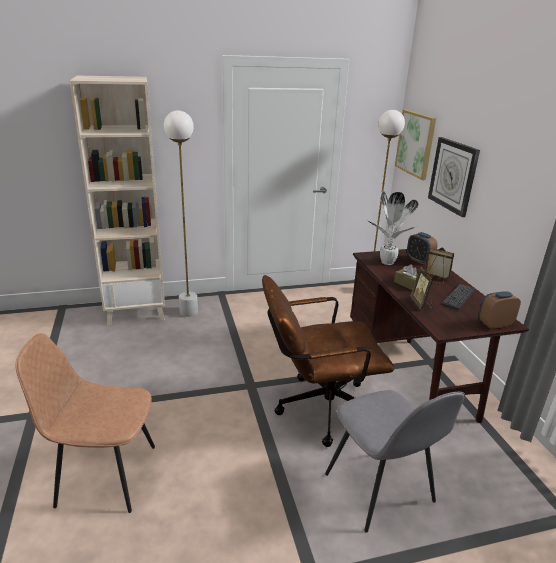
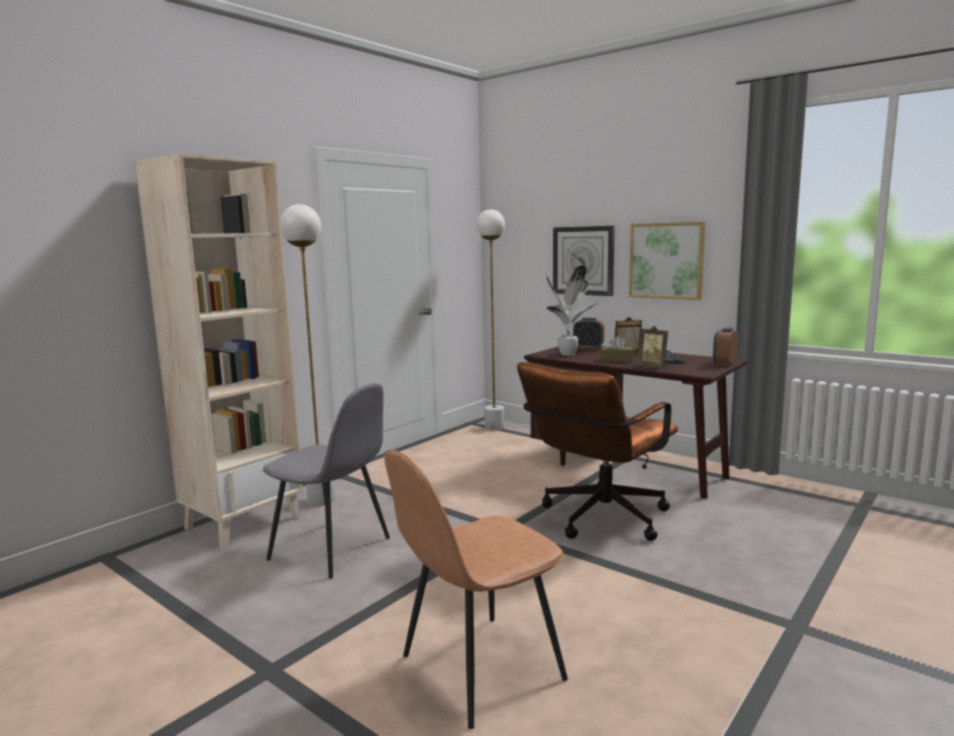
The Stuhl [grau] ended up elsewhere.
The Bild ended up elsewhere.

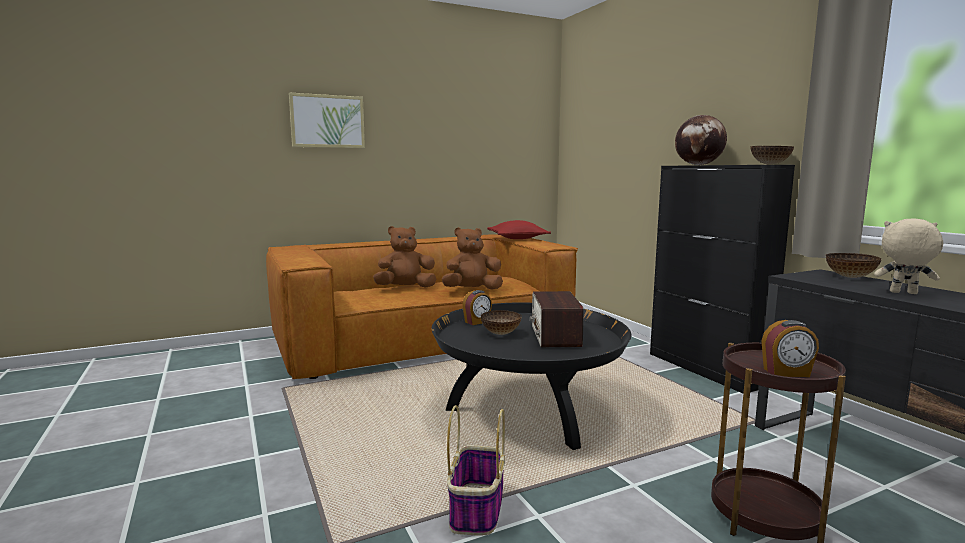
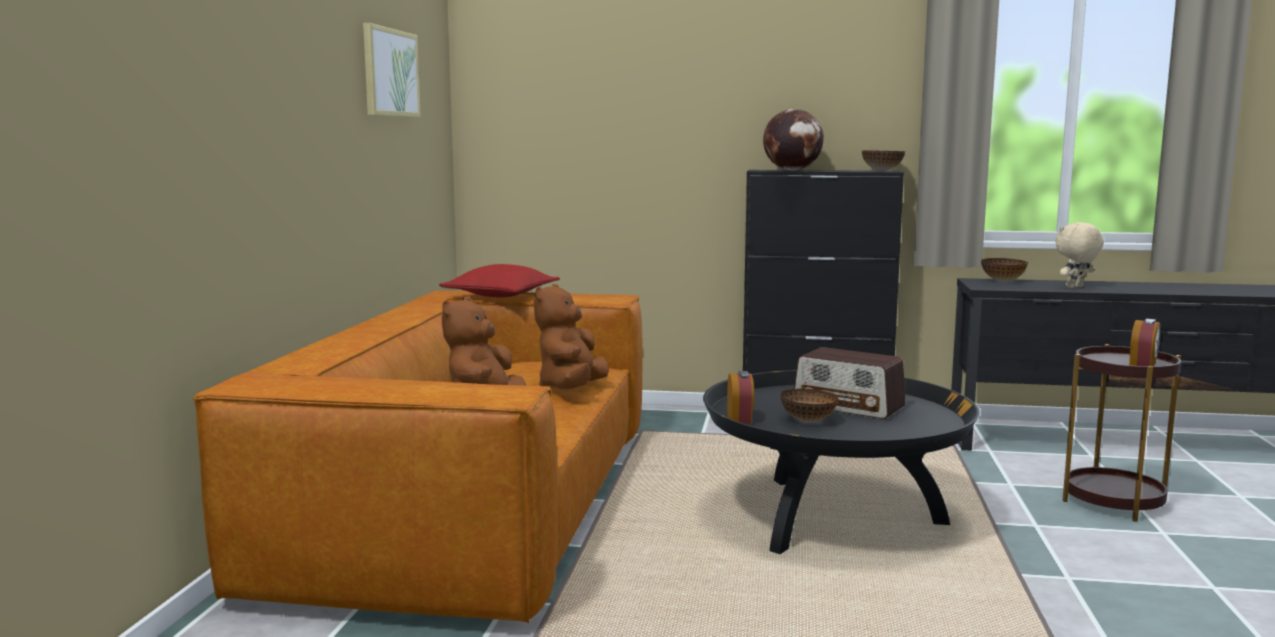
The Bild ended up elsewhere.
The second view lost the Korb.

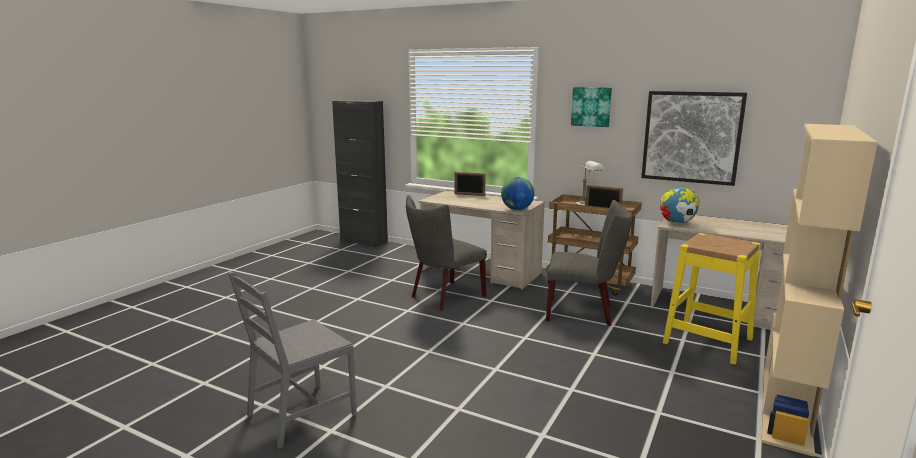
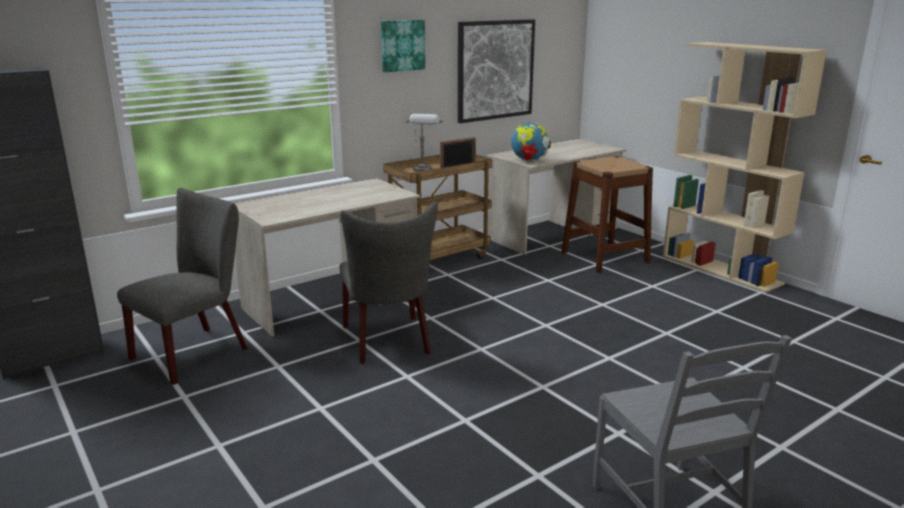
The second view lost the Bilderrahmen (no. 1 from left).
The second view lost the Globus (no. 1 from left).
The Stuhl [grau] (no. 3 from left in the first image) ended up elsewhere.
What was the Hocker [gelb] turned into the Hocker [braun].

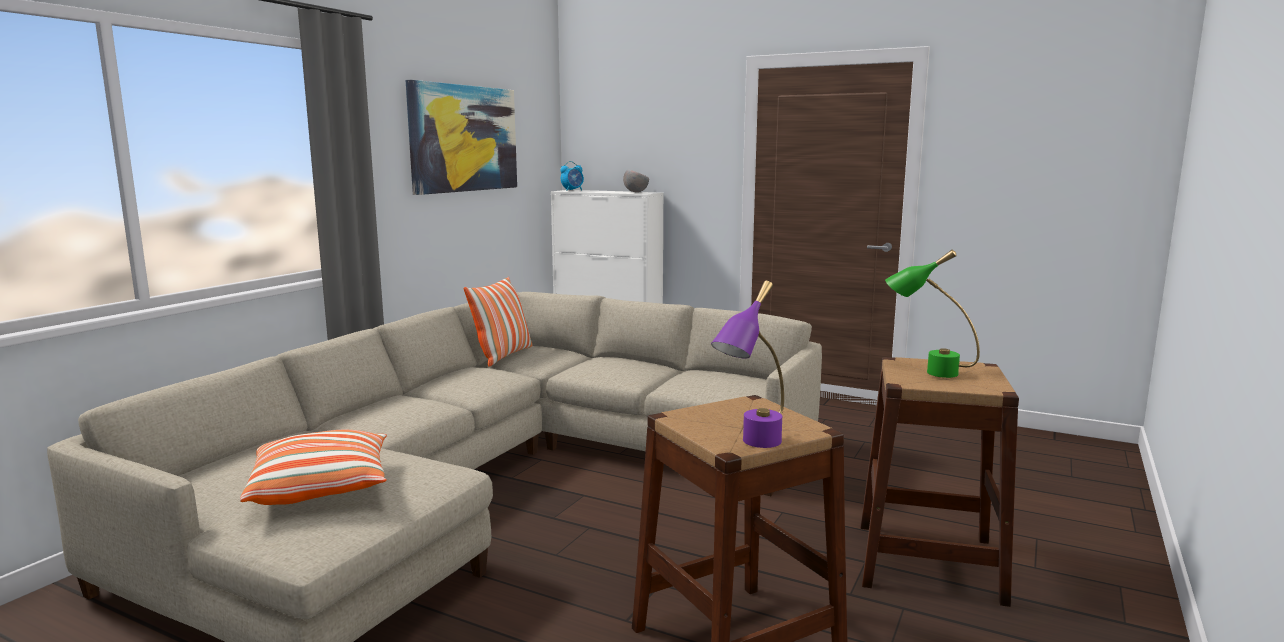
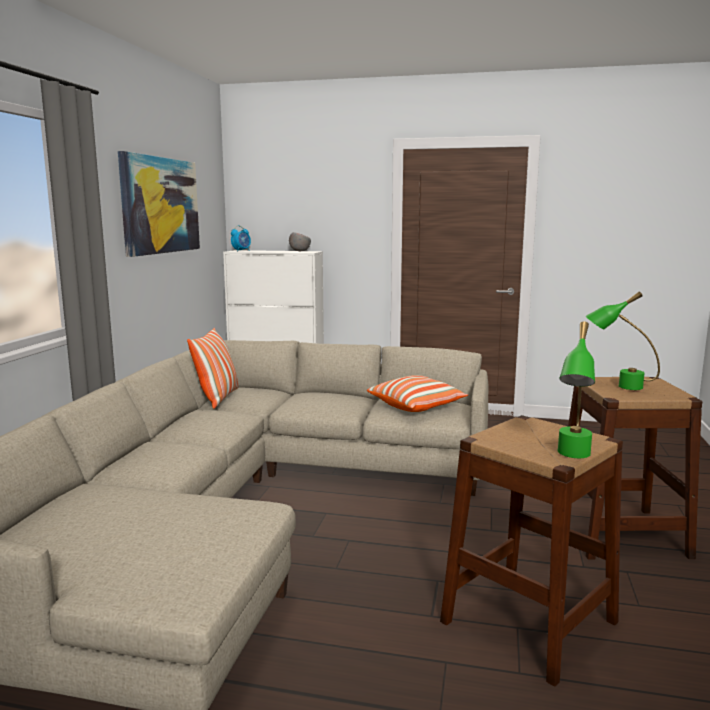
The Kissen (no. 1 from left in the first image) ended up elsewhere.
What was the Tischlampe [lila] turned into the Tischlampe [grün] (no. 1 from left).

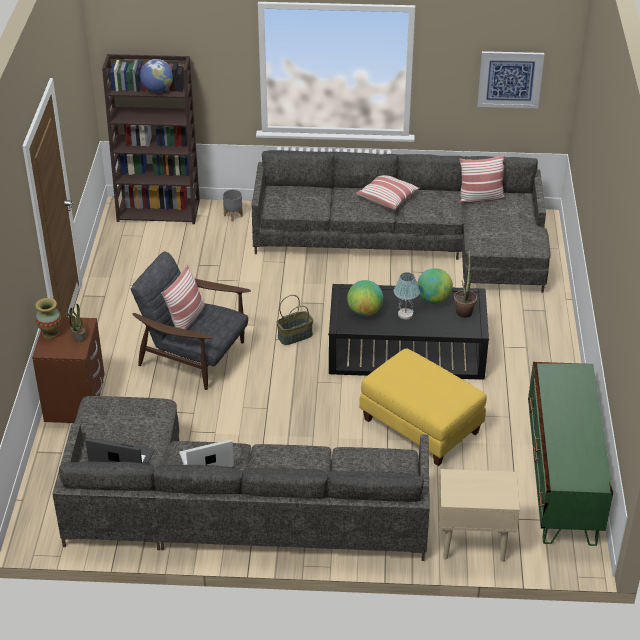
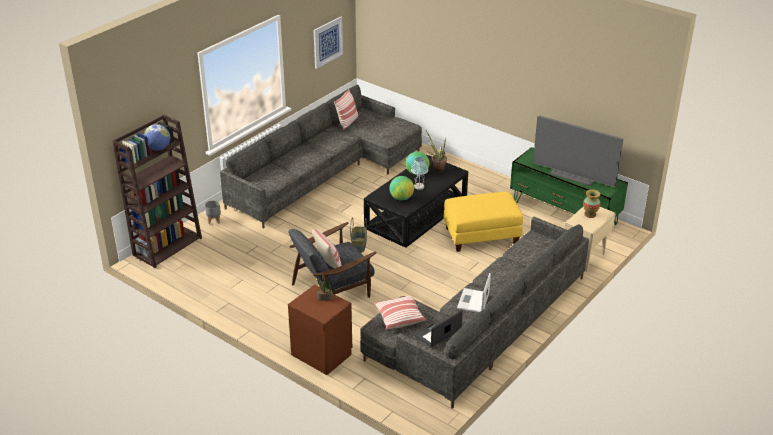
The Vase ended up elsewhere.
The Kissen (no. 2 from left in the first image) ended up elsewhere.
The second view gained the Fernseher.

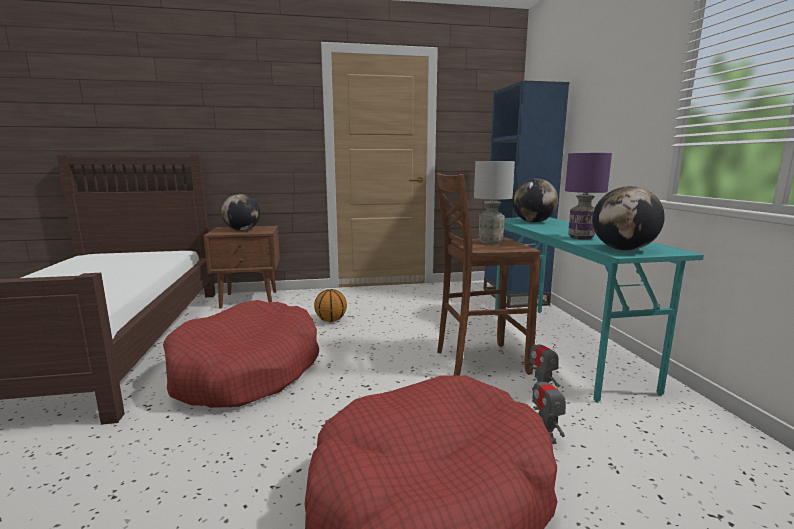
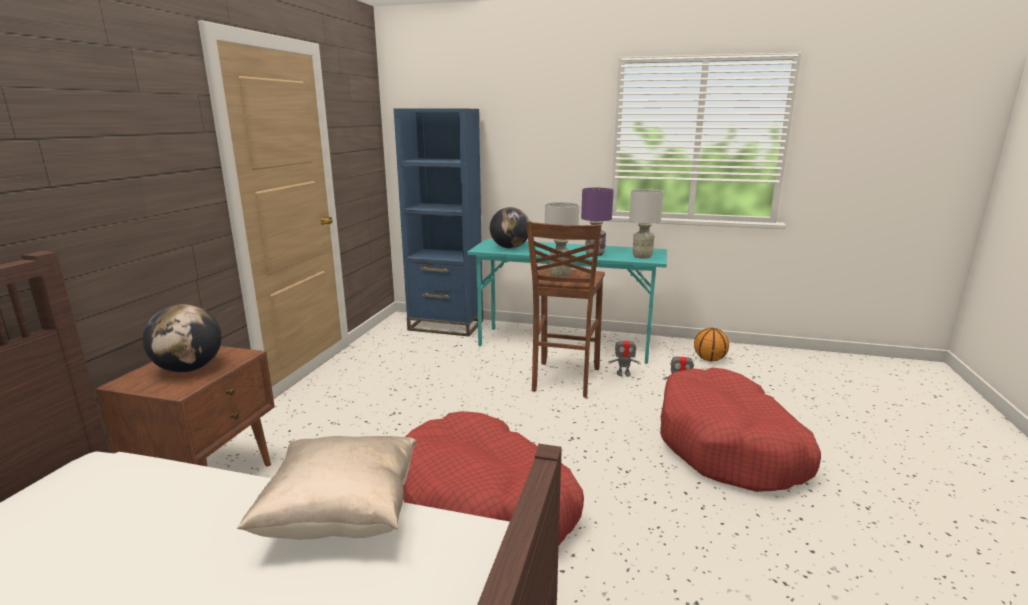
The Basketball ended up elsewhere.
Where the Globus (no. 3 from left) stood, the Tischlampe [grau] (no. 2 from left) came to stand.
The second view gained the Kissen [beige].

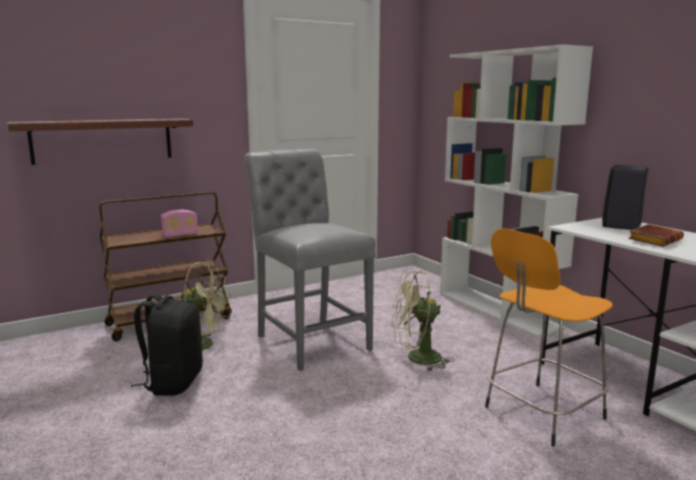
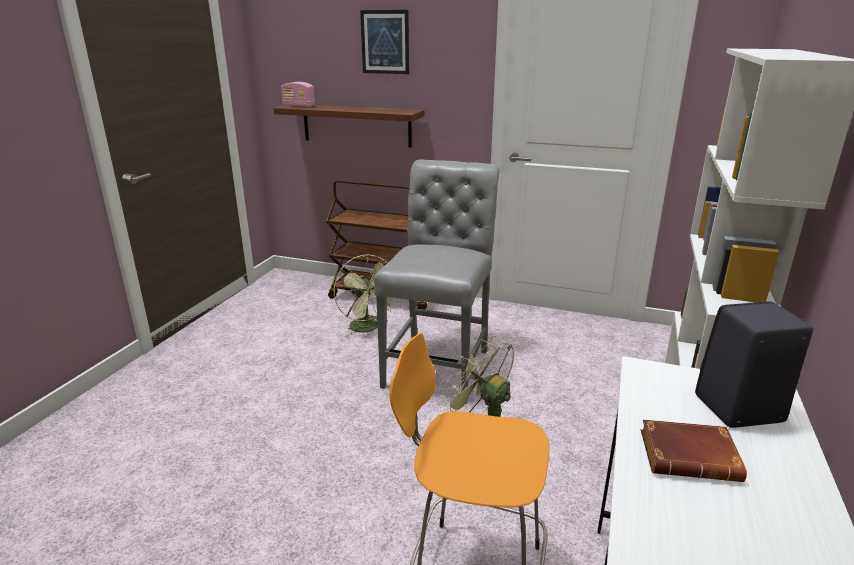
The second view lost the Rucksack [schwarz].
The Radio ended up elsewhere.
The second view gained the Bild.

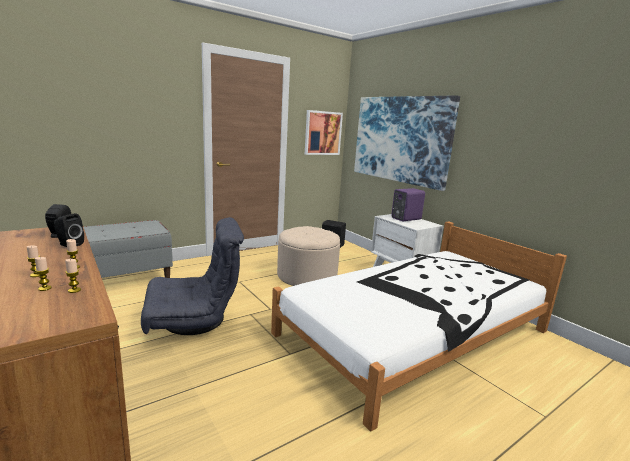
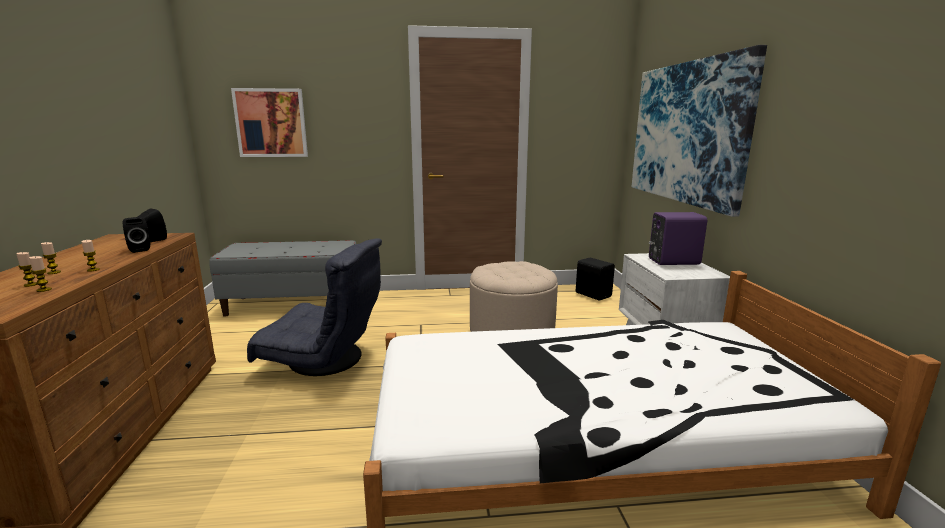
The Bild (no. 1 from left) ended up elsewhere.

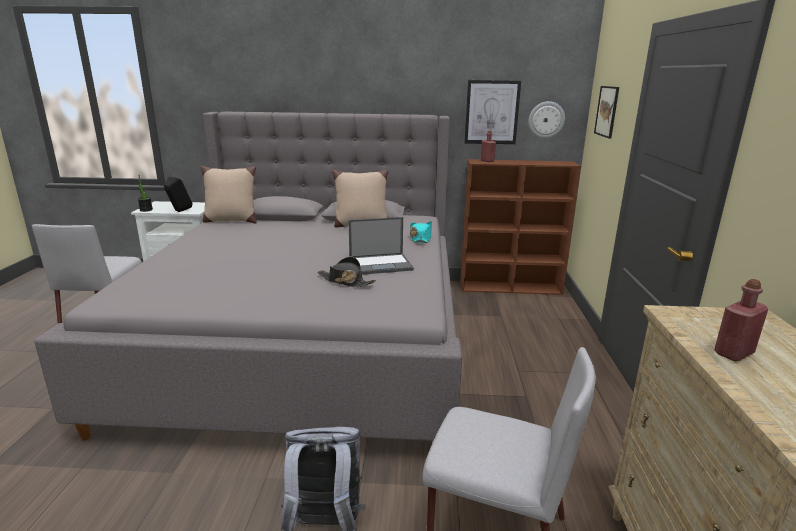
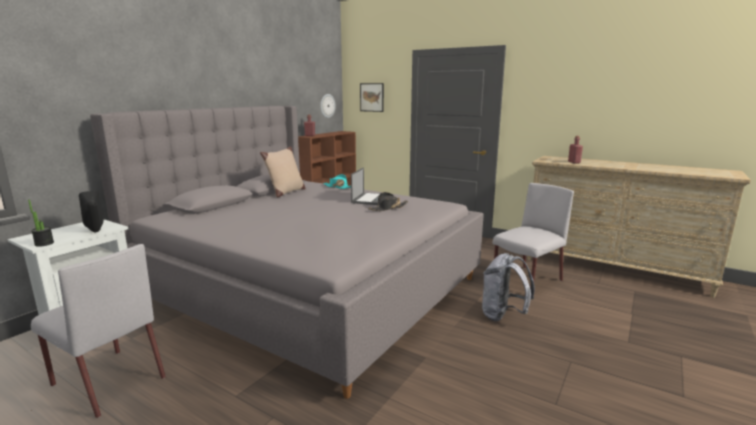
The second view lost the Kissen [beige] (no. 1 from left).
The second view lost the Bild (no. 1 from left).

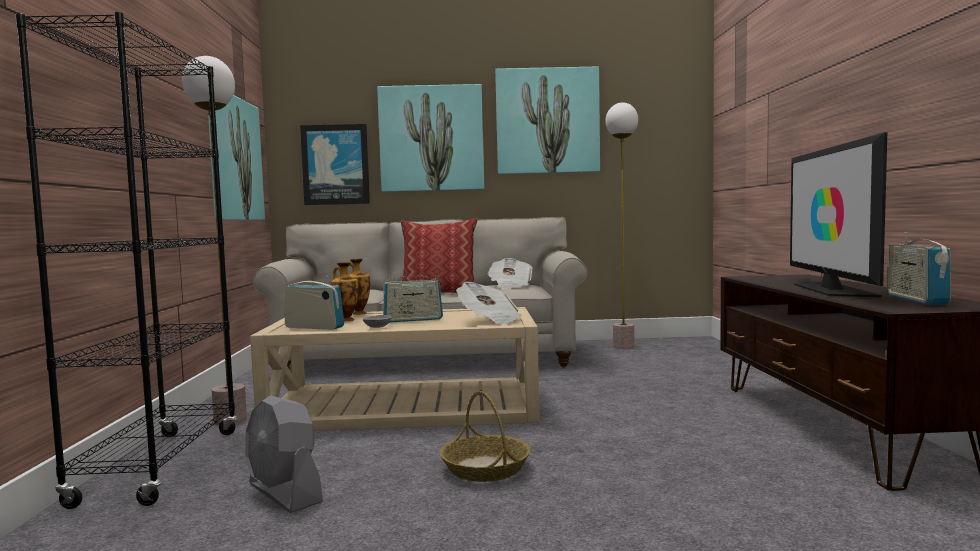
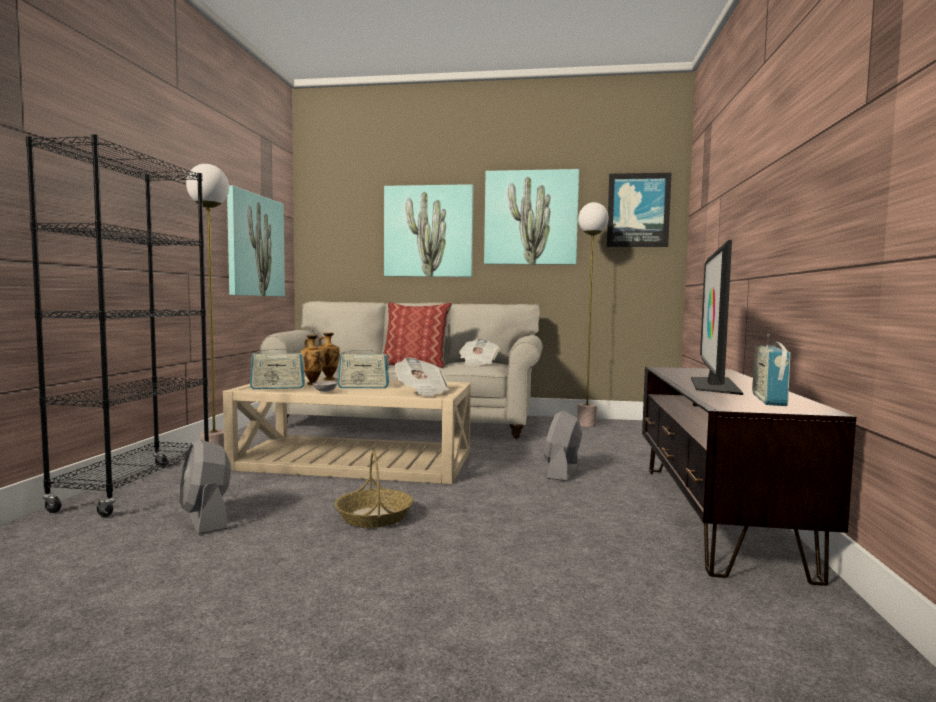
The Radio (no. 1 from left) ended up facing another way, 135 degrees clockwise from before.
The Bild (no. 2 from left in the first image) ended up elsewhere.
The second view gained the Ventilator [grau] (no. 2 from left).

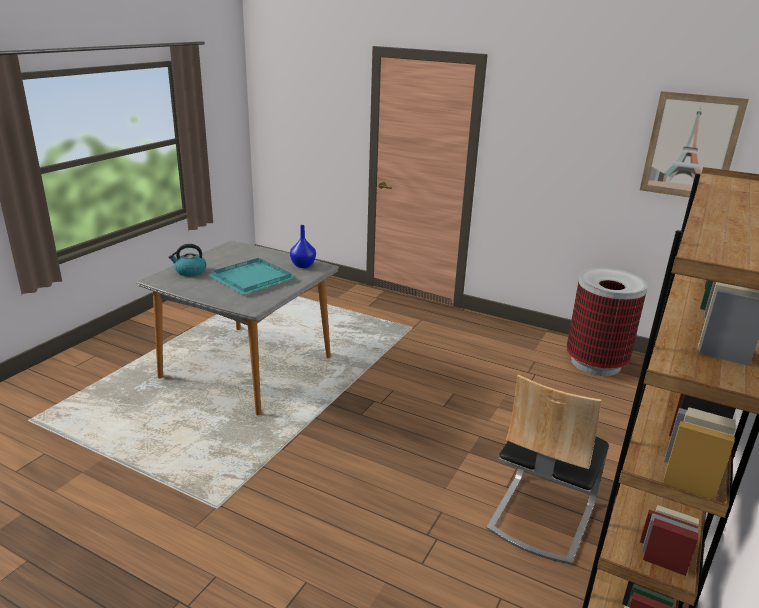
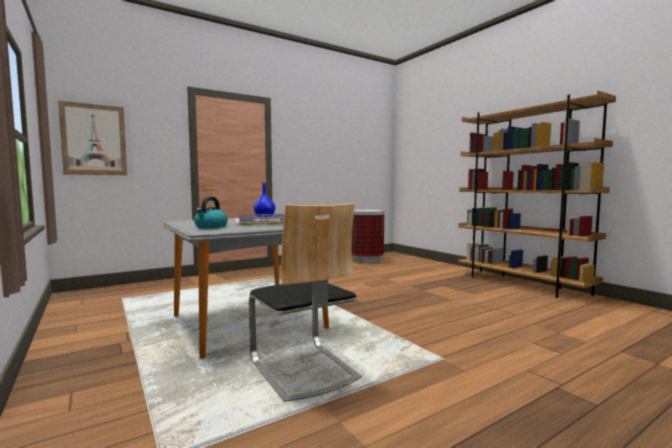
What was the Tablett [türkis] turned into the Tablett [lila].
The Stuhl ended up elsewhere.
The Bild ended up elsewhere.

